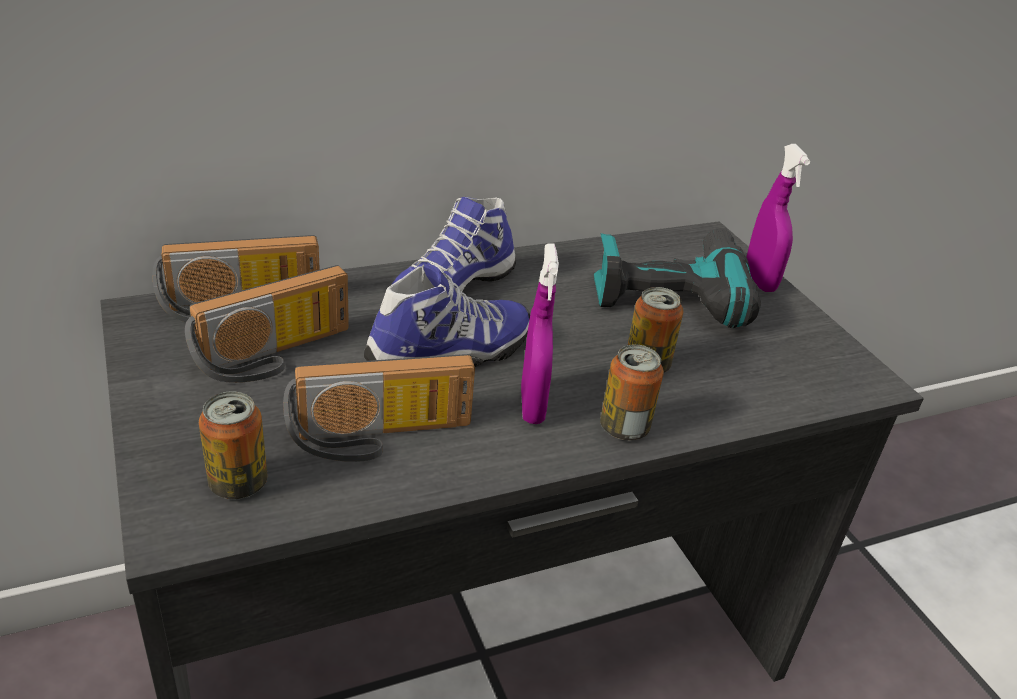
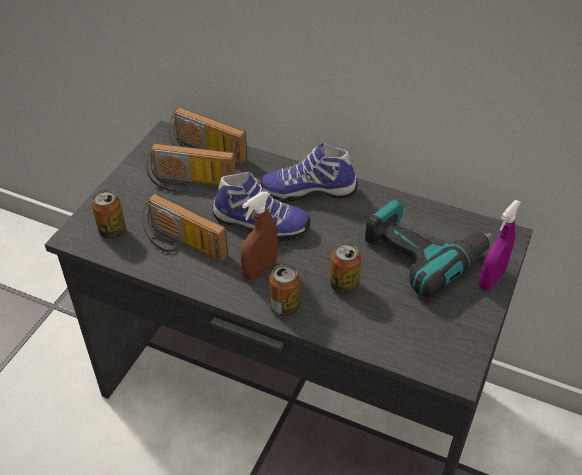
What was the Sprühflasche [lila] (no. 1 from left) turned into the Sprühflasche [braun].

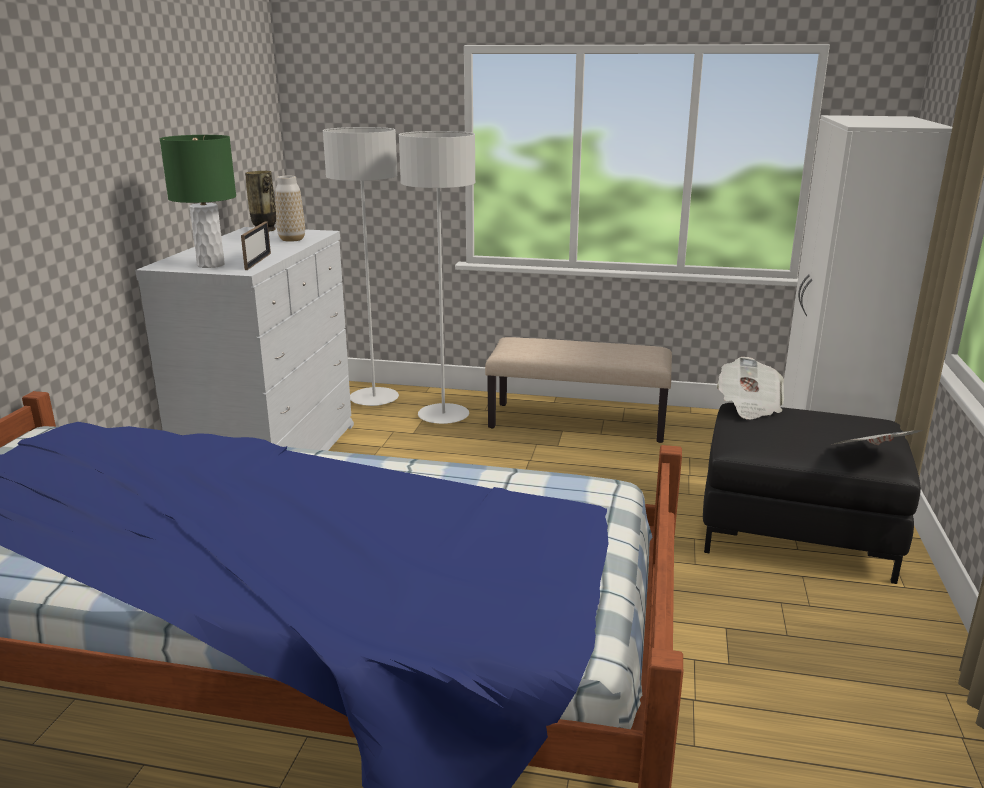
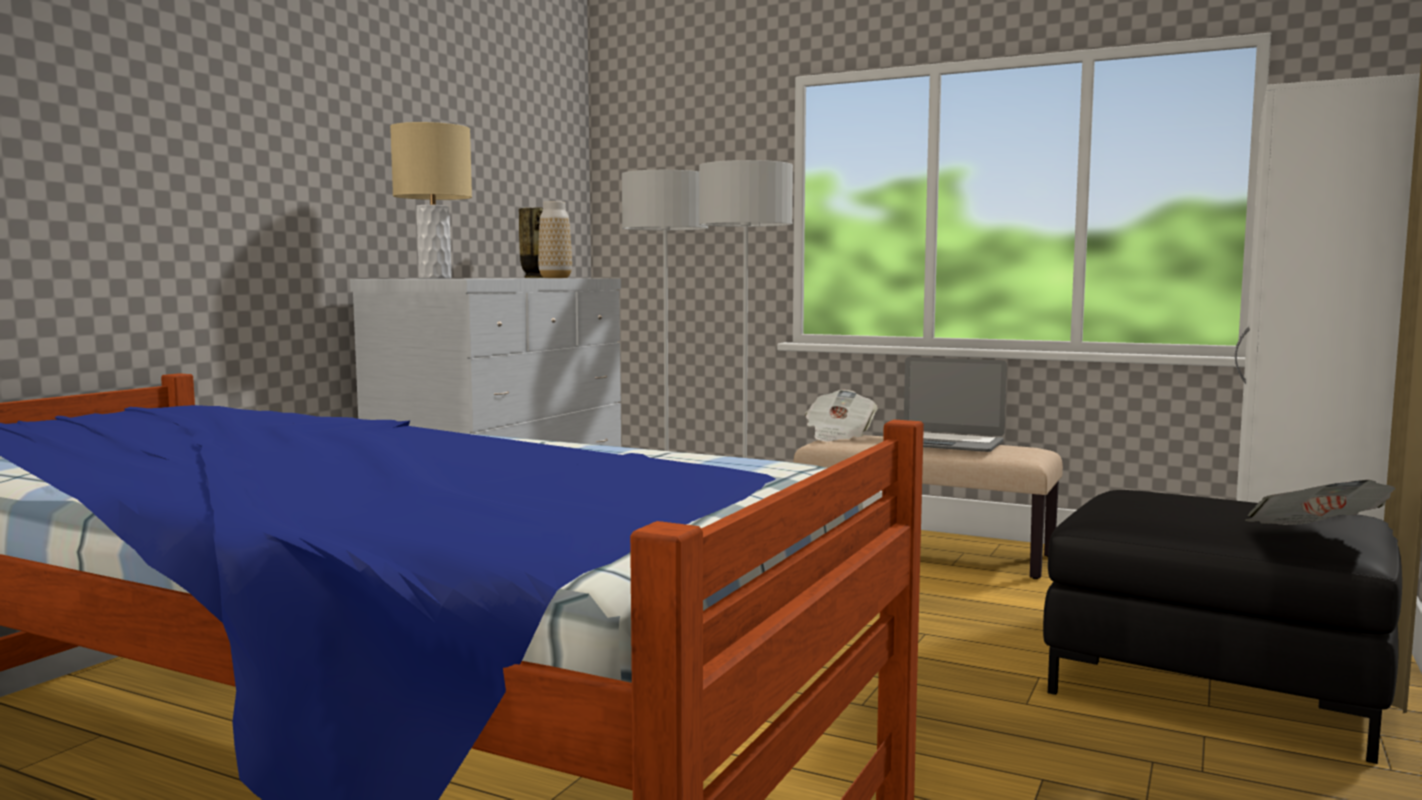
What was the Tischlampe [grün] turned into the Tischlampe [beige].
The second view lost the Bilderrahmen.
The Zeitung (no. 1 from left) ended up elsewhere.
The second view gained the Laptop.

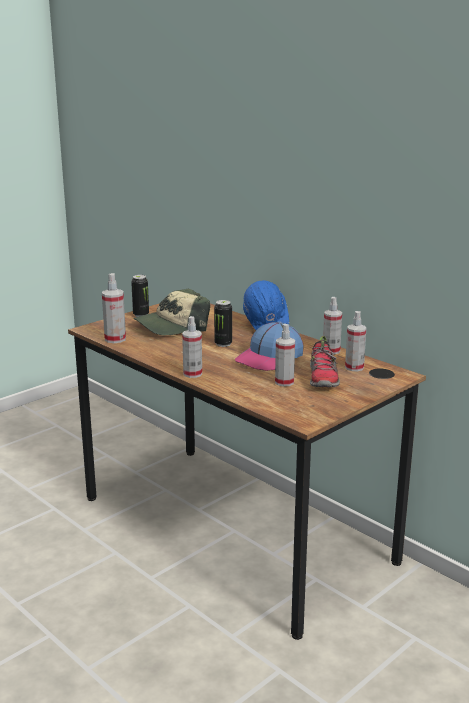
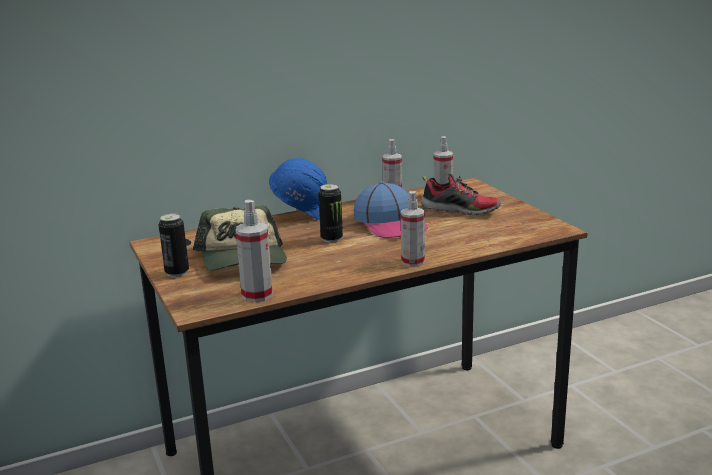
The second view lost the Sprühflasche (no. 3 from left).

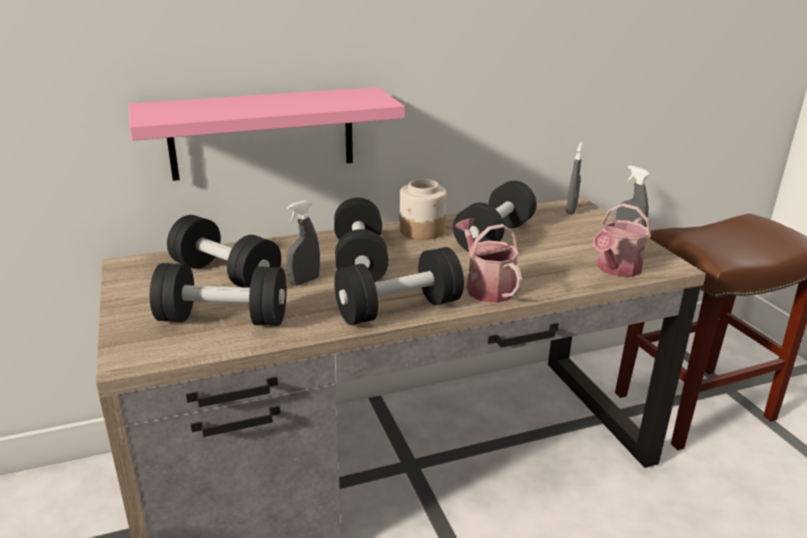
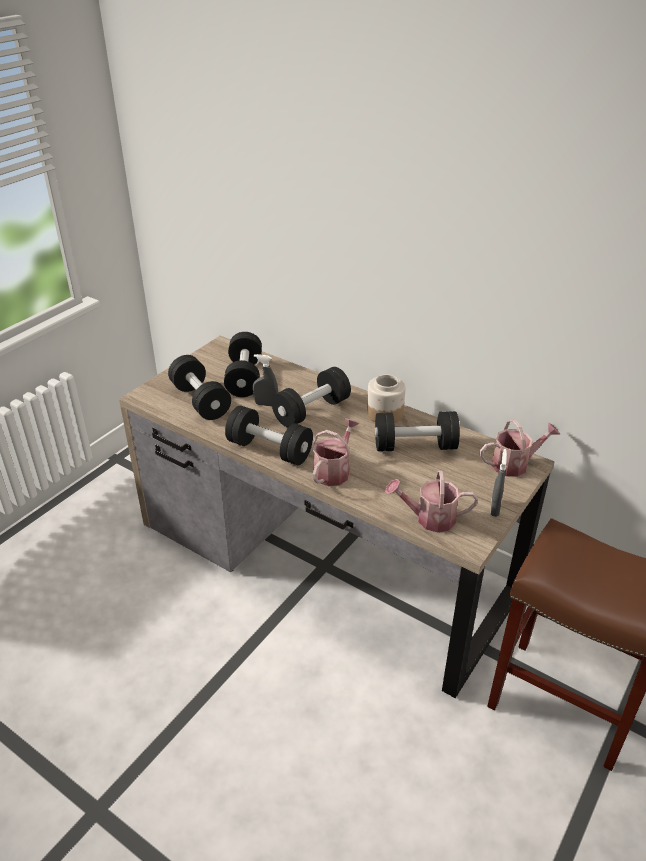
The second view lost the Wandregal [rosa].
Where the Sprühflasche [grau] (no. 2 from left) stood, the Gießkanne (no. 3 from left) came to stand.

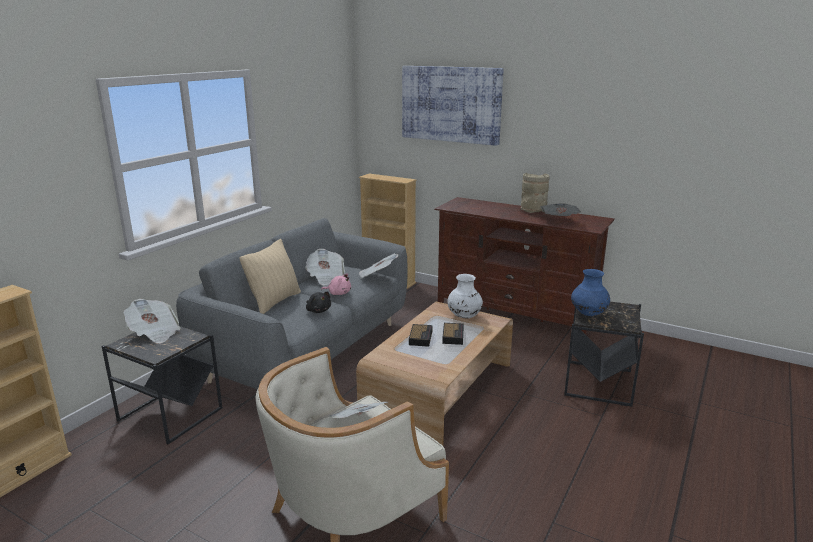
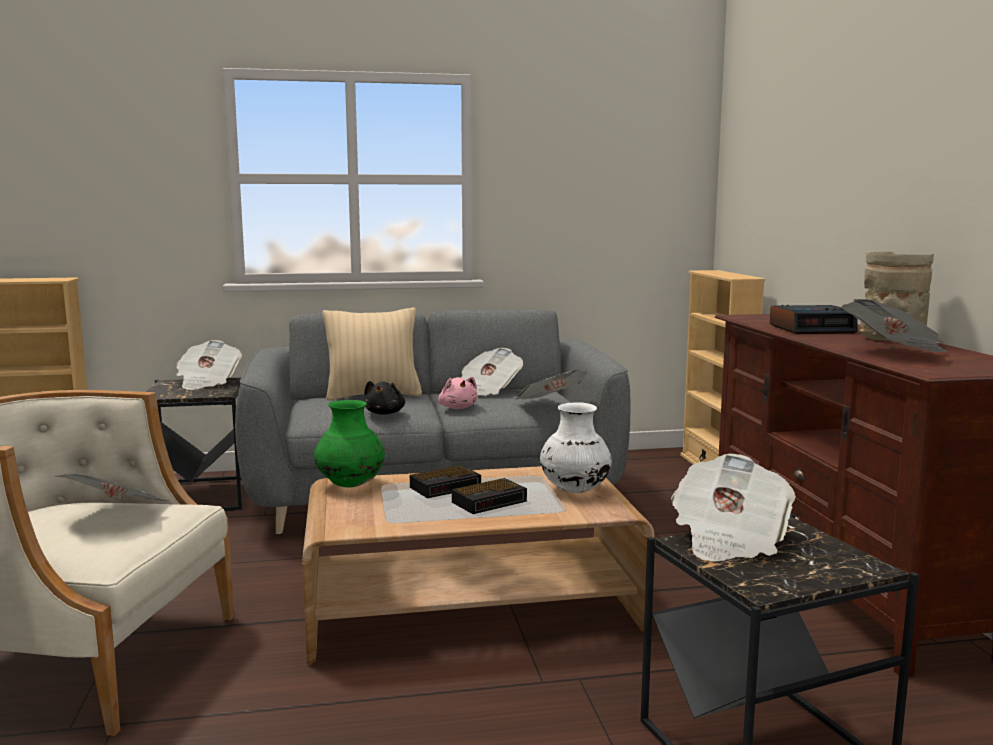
The second view lost the Bild.
Where the Vase [blau] stood, the Zeitung (no. 5 from left) came to stand.
The second view gained the Vase [grün].
The second view gained the Wecker (no. 3 from left).

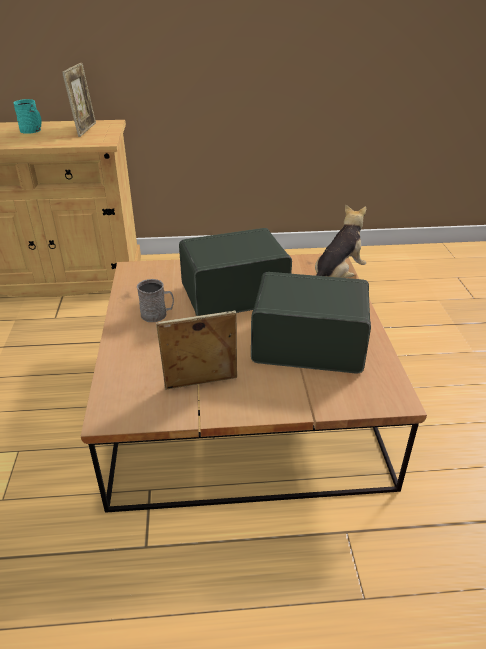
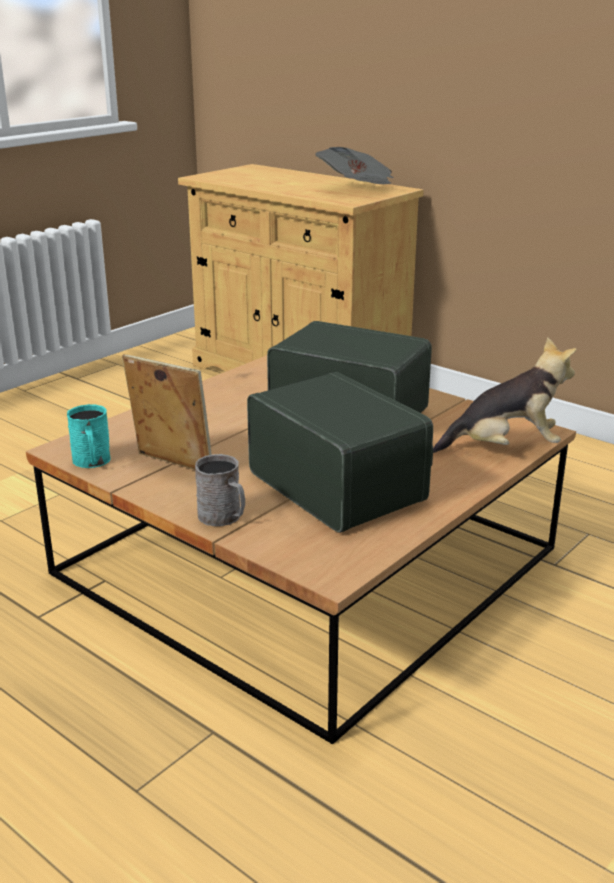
The Henkelbecher [türkis] ended up elsewhere.
Where the Bilderrahmen (no. 1 from left) stood, the Zeitung came to stand.
The Henkelbecher [grau] ended up elsewhere.

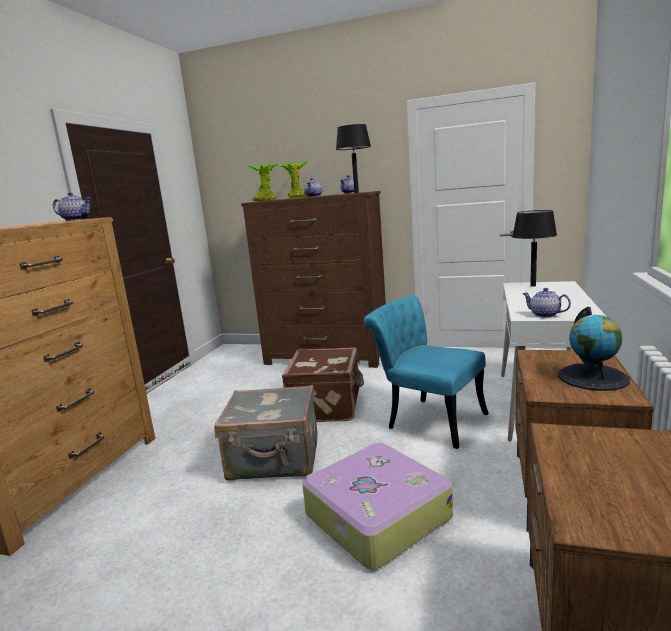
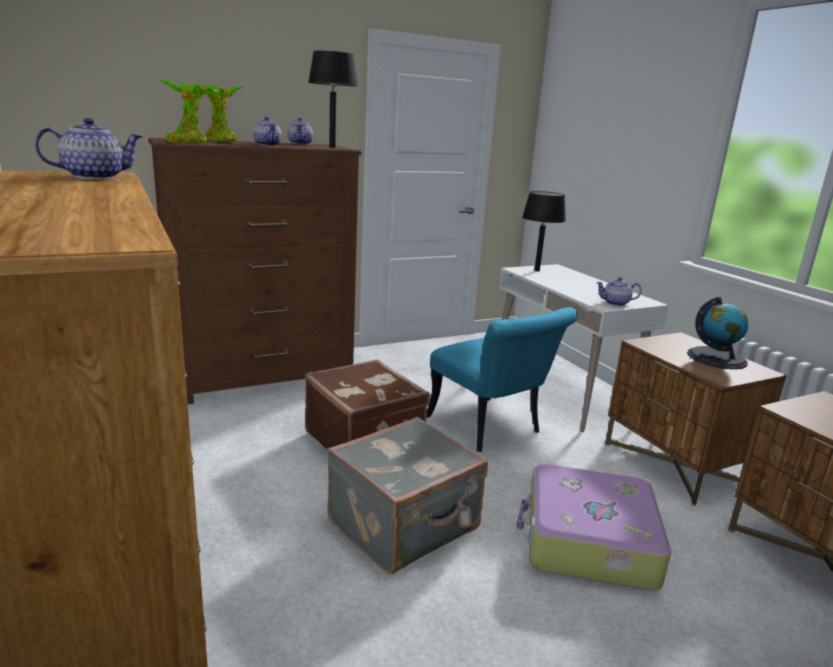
The Stuhl [türkis] ended up facing another way, 120 degrees counterclockwise from before.

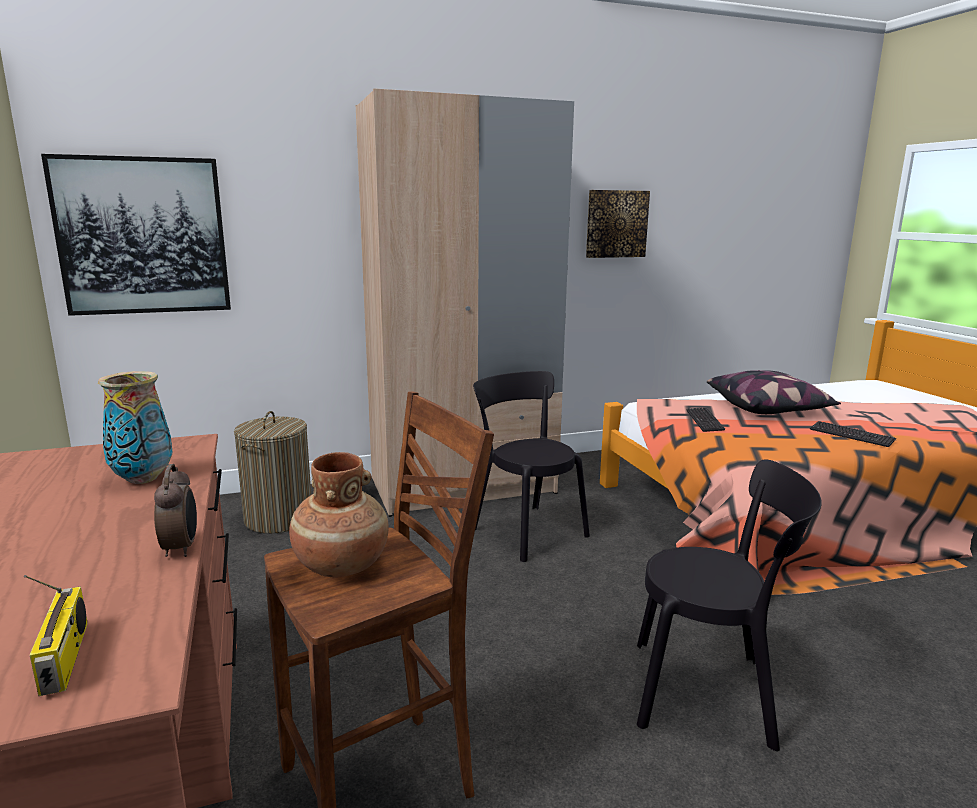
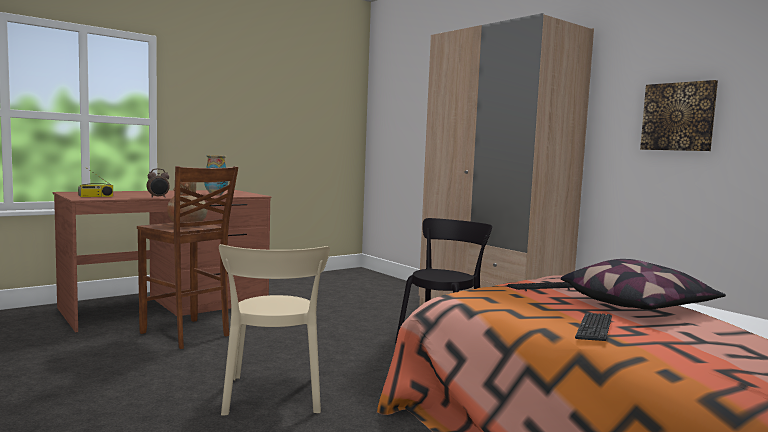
The second view lost the Bild (no. 1 from left).
The second view lost the Wäschekorb.
What was the Stuhl [schwarz] (no. 2 from left) turned into the Stuhl [beige].

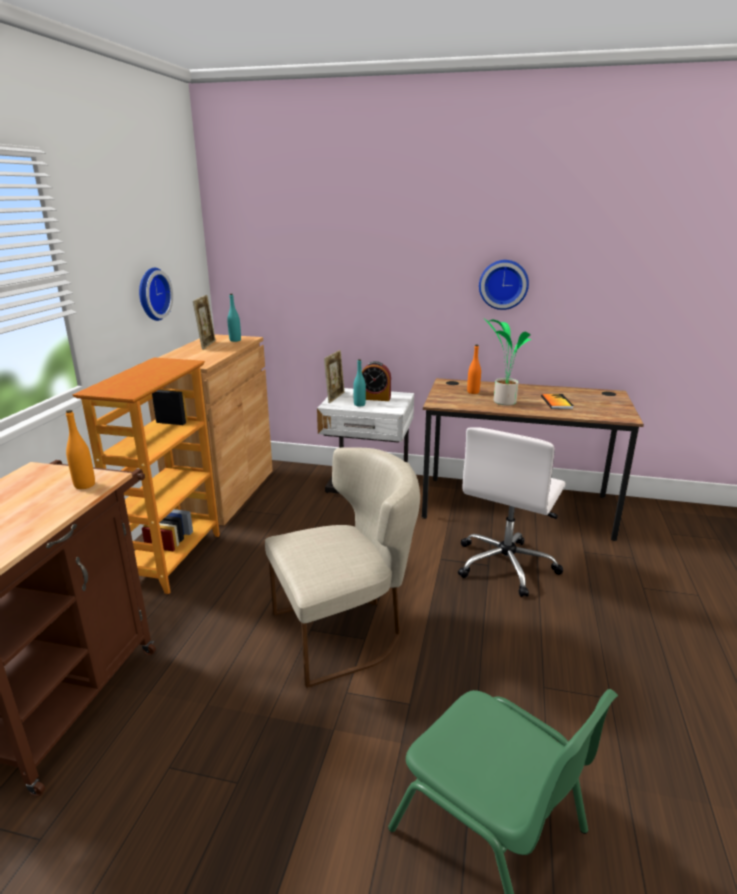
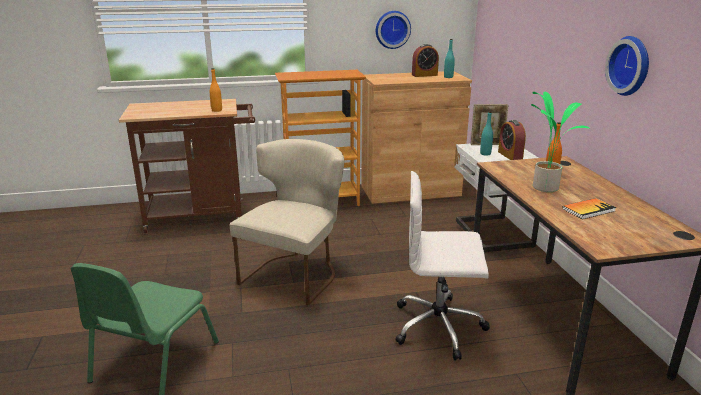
Where the Bilderrahmen (no. 1 from left) stood, the Wecker (no. 1 from left) came to stand.
The Stuhl [beige] ended up facing another way, 105 degrees counterclockwise from before.

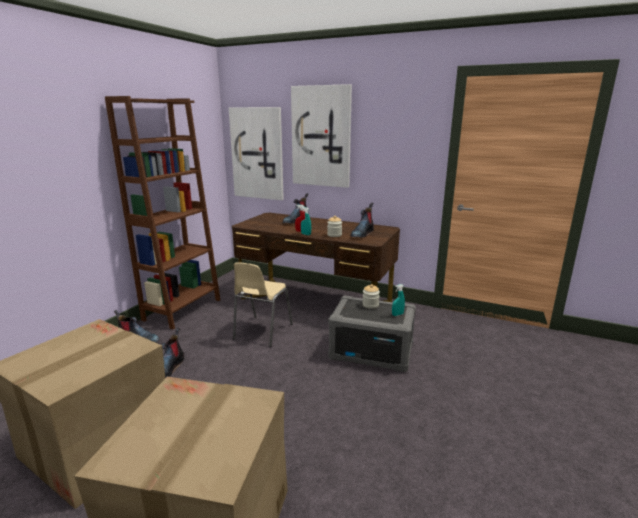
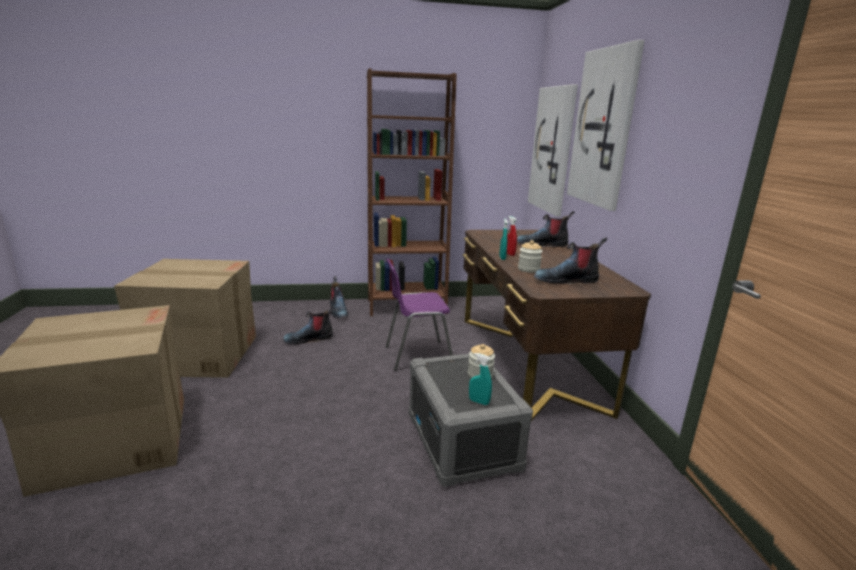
What was the Stuhl [beige] turned into the Stuhl [lila].

